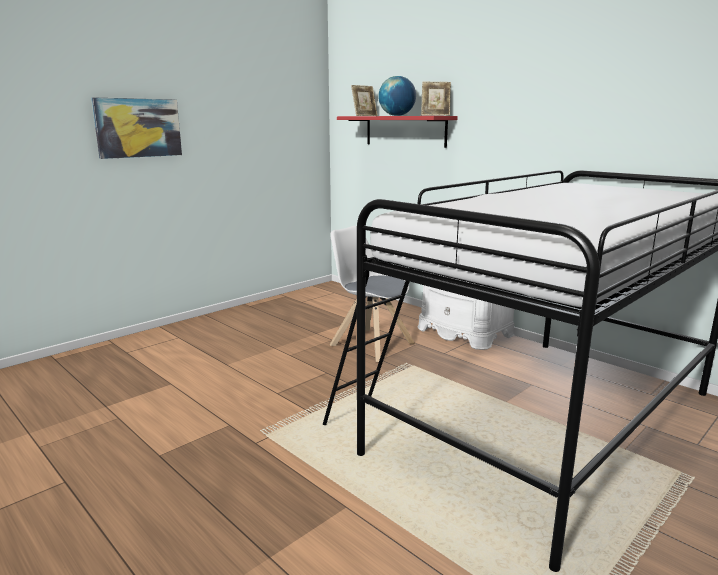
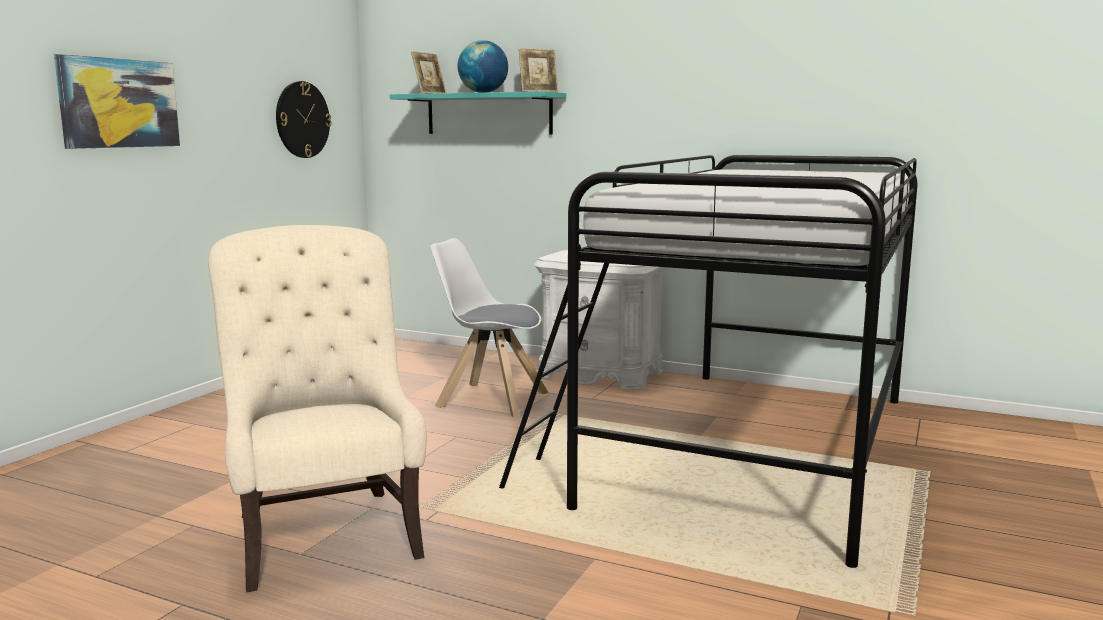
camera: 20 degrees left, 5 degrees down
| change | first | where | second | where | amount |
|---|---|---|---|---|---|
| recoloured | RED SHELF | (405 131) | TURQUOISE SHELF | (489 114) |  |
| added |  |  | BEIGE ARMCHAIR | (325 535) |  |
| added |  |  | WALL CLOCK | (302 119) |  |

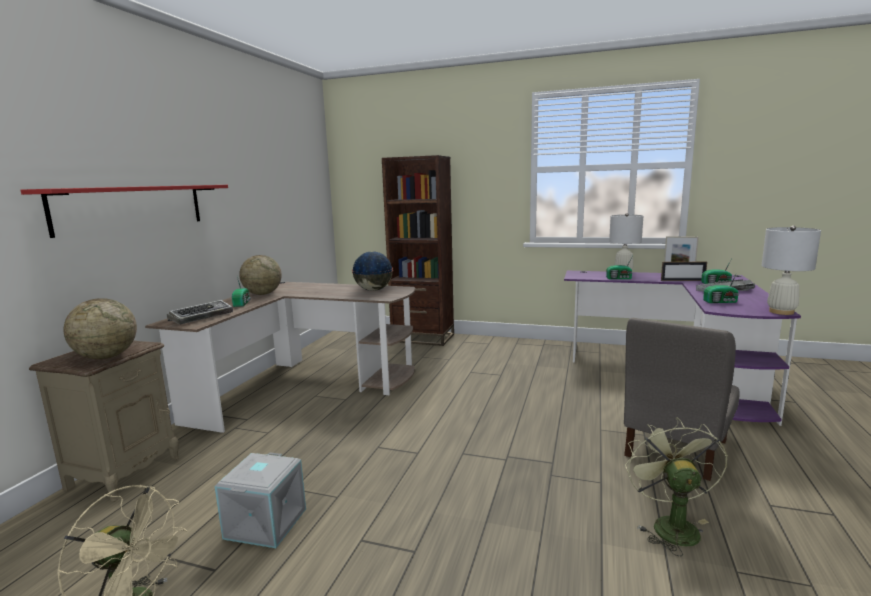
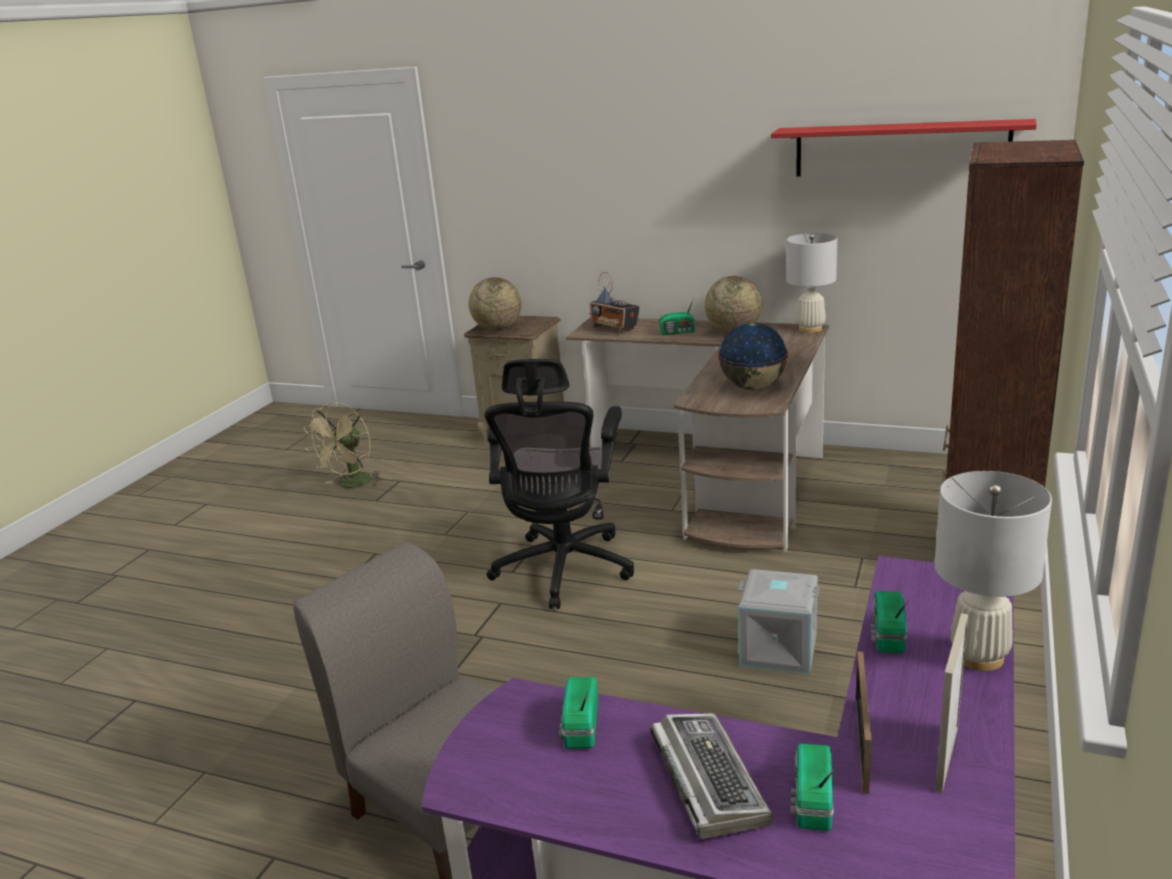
camera: 95 degrees right, 10 degrees up
| change | first | where | second | where | amount |
|---|---|---|---|---|---|
| moved | RED SHELF | (132 207) |  | (900 149) |  |
| replaced | KEYBOARD | (202 316) | RADIO | (615 328) |  |
| moved | GREY STORAGE BOX | (266 524) |  | (777 650) |  |
| removed | GREEN FAN | (670 525) |  |  |  |
| moved | WHITE TABLE LAMP | (781 312) |  | (810 329) |  |
| added |  |  | OFFICE CHAIR | (564 569) |  |

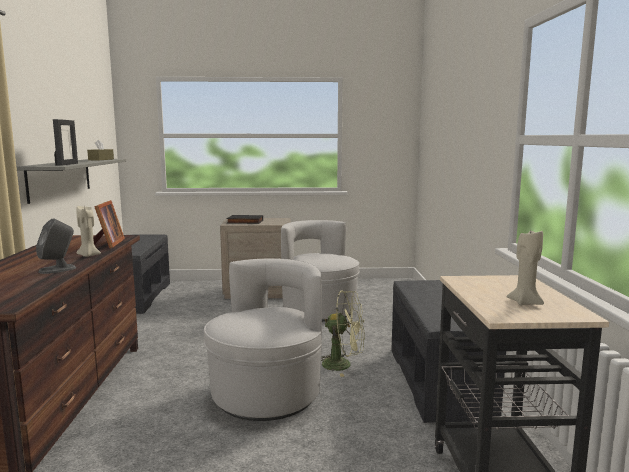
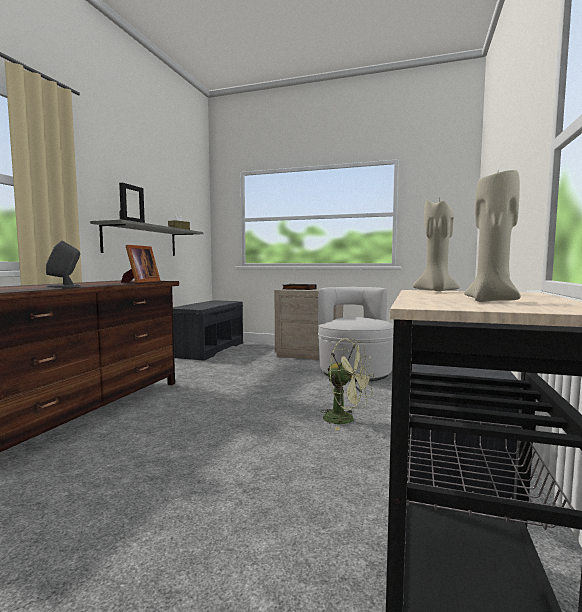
camera: 20 degrees right, 5 degrees down
| change | first | where | second | where | amount |
|---|---|---|---|---|---|
| moved | BEIGE CANDLE | (88 255) |  | (436 291) |  |
| removed | WHITE ARMCHAIR | (265 395) |  |  |  |

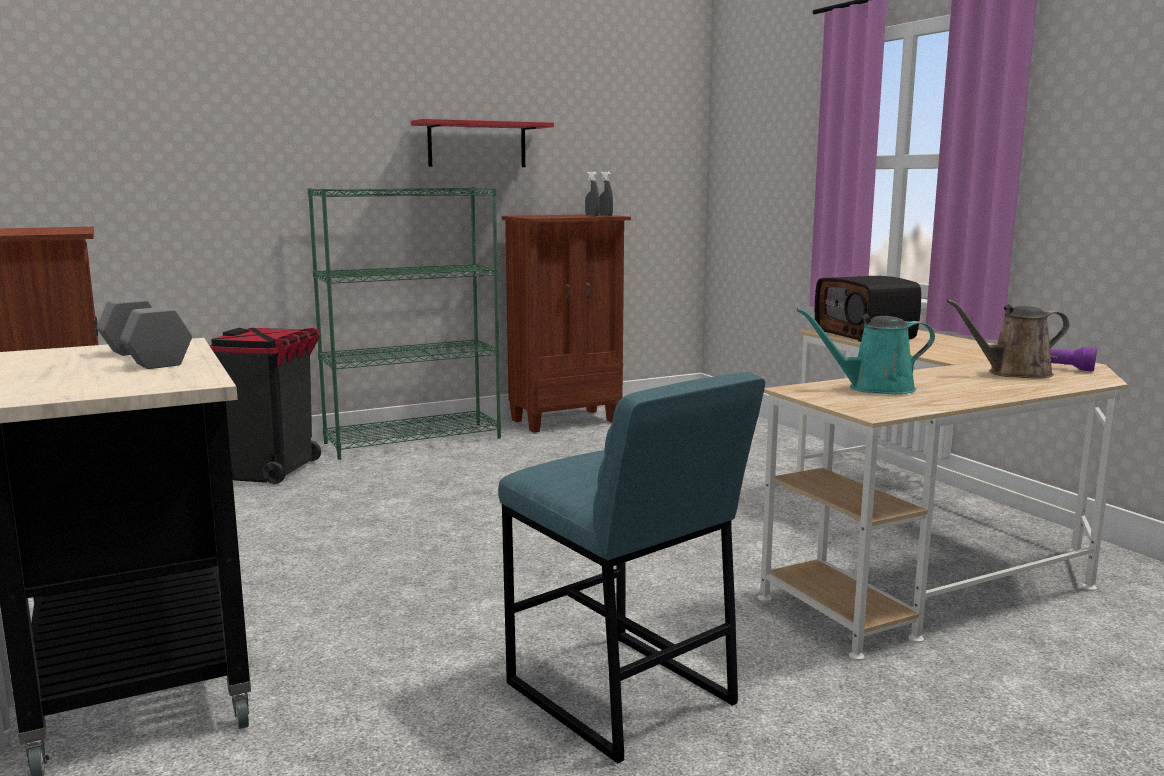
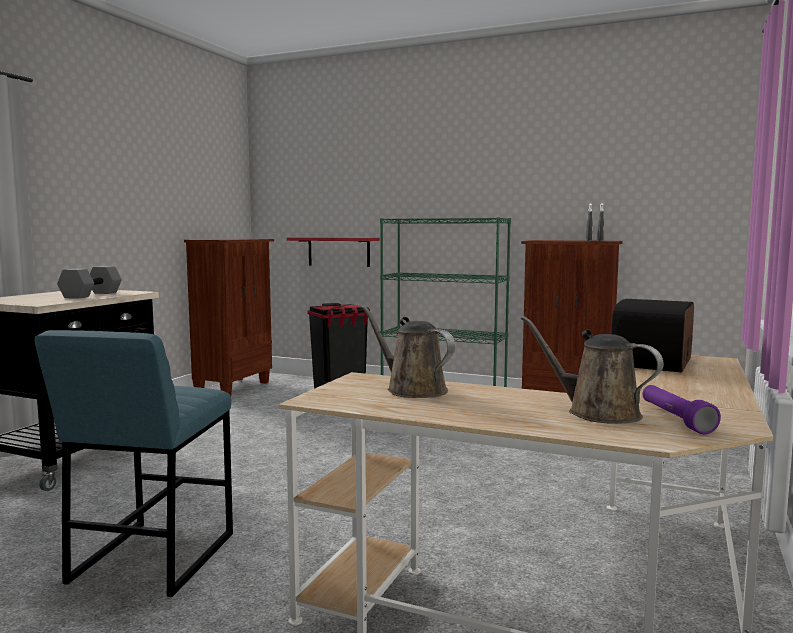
camera: 50 degrees right, 5 degrees down
| change | first | where | second | where | amount |
|---|---|---|---|---|---|
| moved | RED SHELF | (477 144) |  | (338 251) |  |
| recoloured | TURQUOISE WATERING CAN | (874 388) | BROWN WATERING CAN | (412 390) |  |

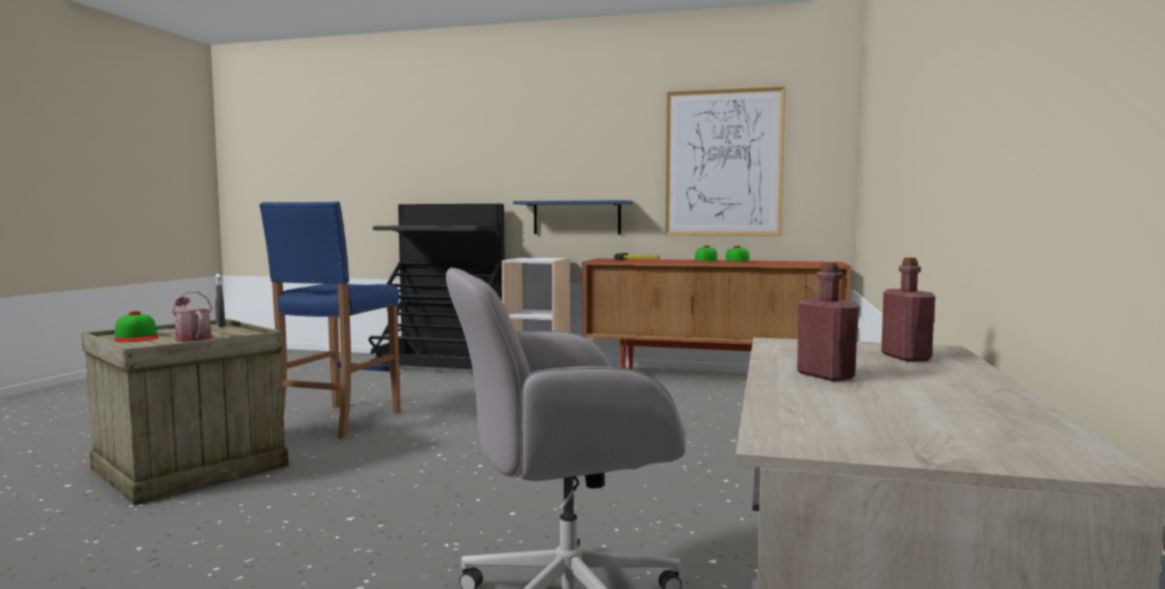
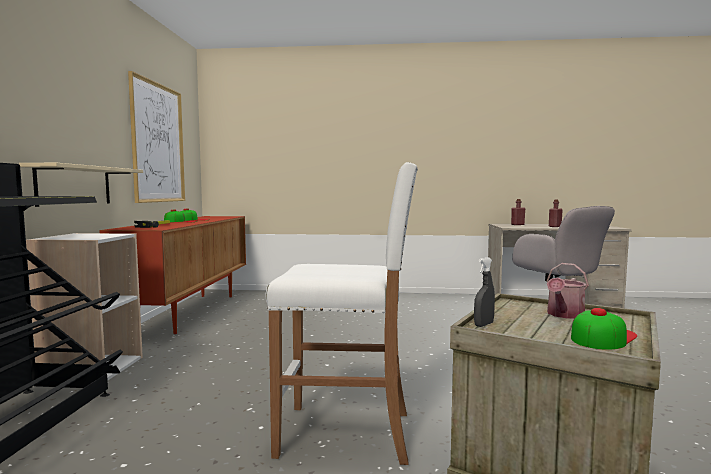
camera: 100 degrees left, 0 degrees up
| change | first | where | second | where | amount |
|---|---|---|---|---|---|
| recoloured | BLUE STOOL | (338 421) | WHITE STOOL | (347 434) |  |
| recoloured | BLUE SHELF | (576 217) | BEIGE SHELF | (74 185) |  |

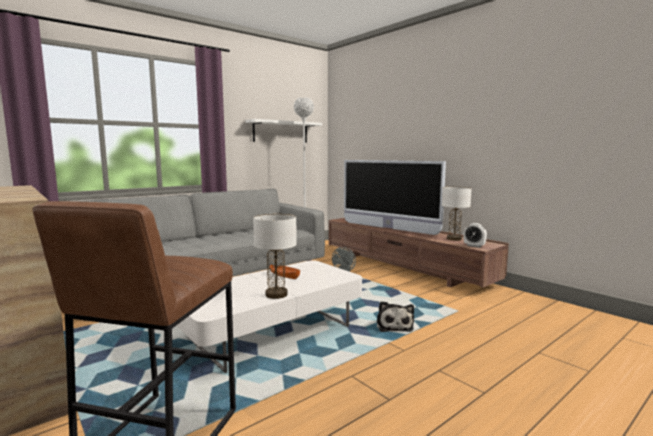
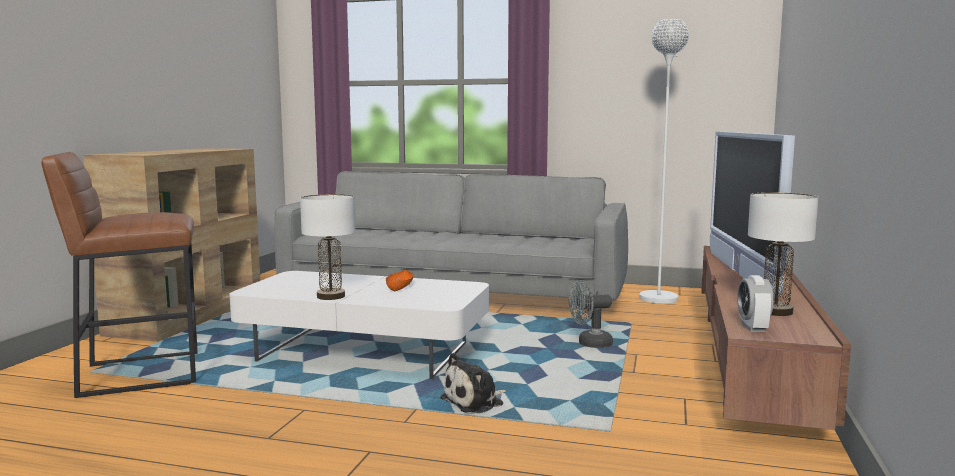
camera: 55 degrees right, 0 degrees up
| change | first | where | second | where | amount |
|---|---|---|---|---|---|
| removed | WHITE SHELF | (280 132) |  |  |  |

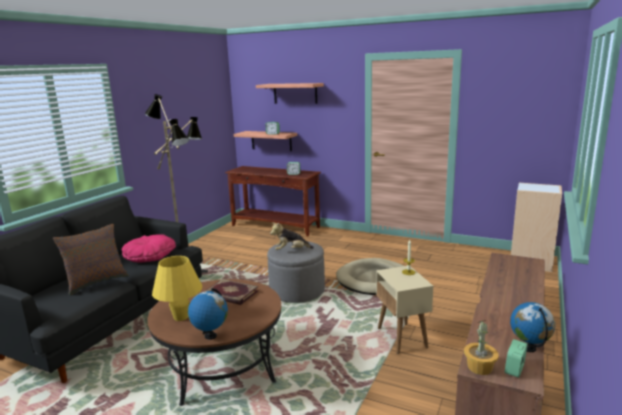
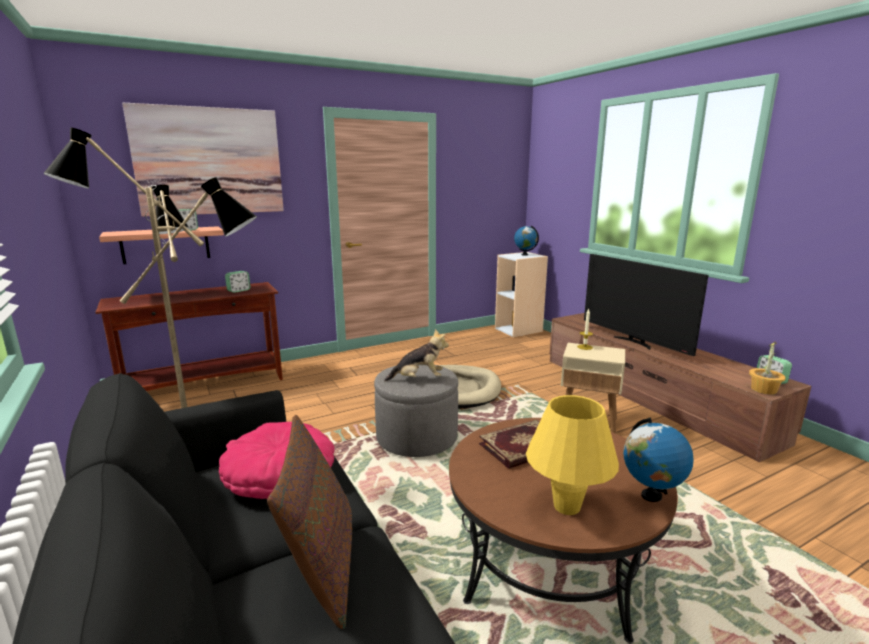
camera: 55 degrees left, 0 degrees up
| change | first | where | second | where | amount |
|---|---|---|---|---|---|
| replaced | SHELF | (295 93) | PICTURE | (209 161) |  |
| turned | PLUSH TOY | (291 251) |  | (418 379) | 120 degrees counterclockwise |
| moved | GLOBE | (529 349) |  | (524 254) |  |
| added |  |  | TELEVISION | (634 342) |  |

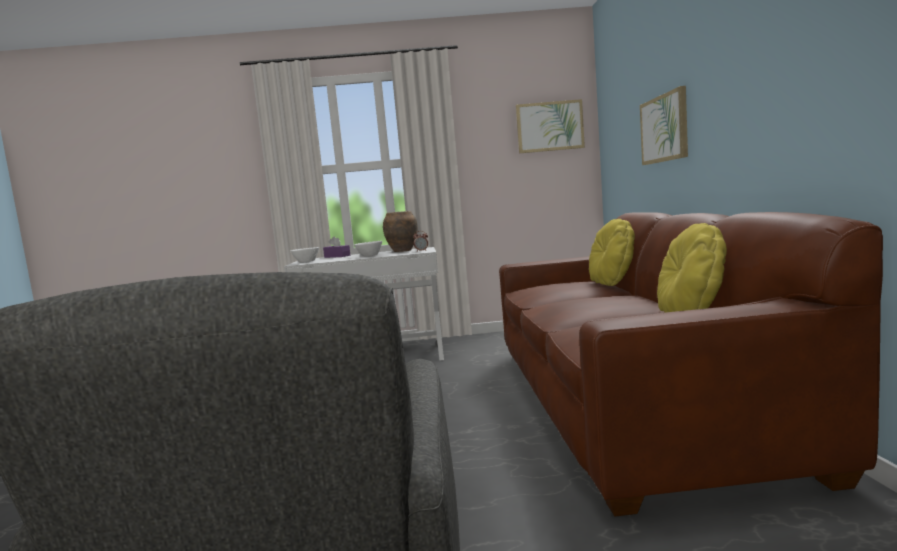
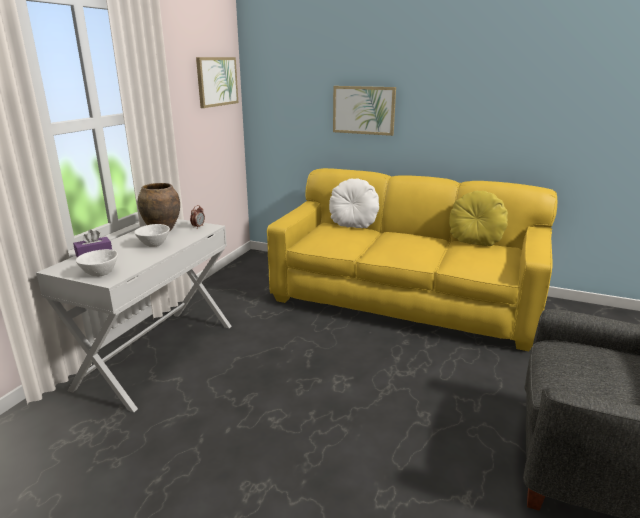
camera: 65 degrees left, 15 degrees up
| change | first | where | second | where | amount |
|---|---|---|---|---|---|
| recoloured | BROWN SOFA | (625 400) | YELLOW SOFA | (403 300) |  |
| recoloured | YELLOW PILLOW | (612 284) | WHITE PILLOW | (353 226) |  |

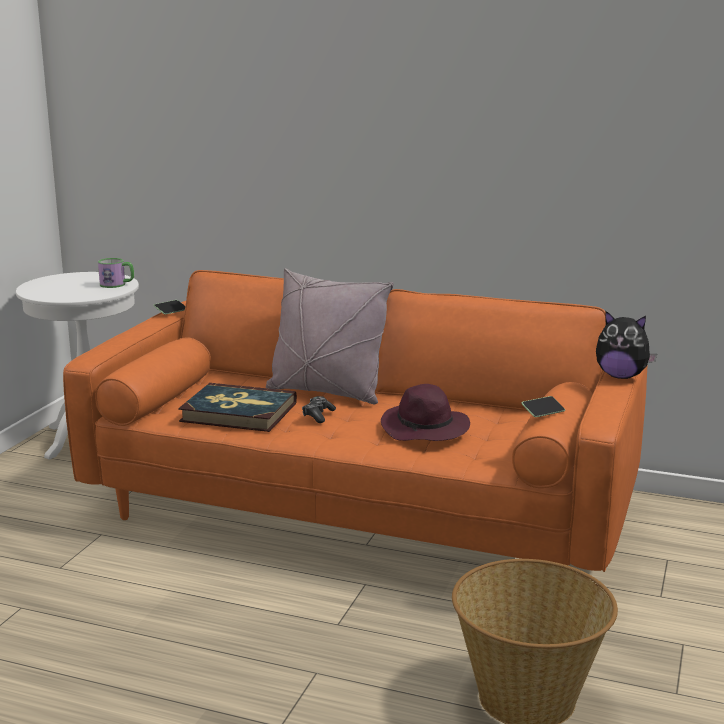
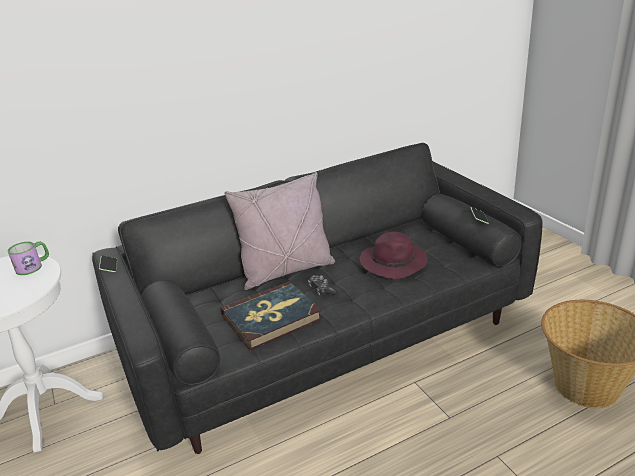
camera: 45 degrees left, 10 degrees up
| change | first | where | second | where | amount |
|---|---|---|---|---|---|
| recoloured | ORANGE SOFA | (362 508) | BLACK SOFA | (325 337) |  |
| removed | PLUSH TOY | (621 376) |  |  |  |

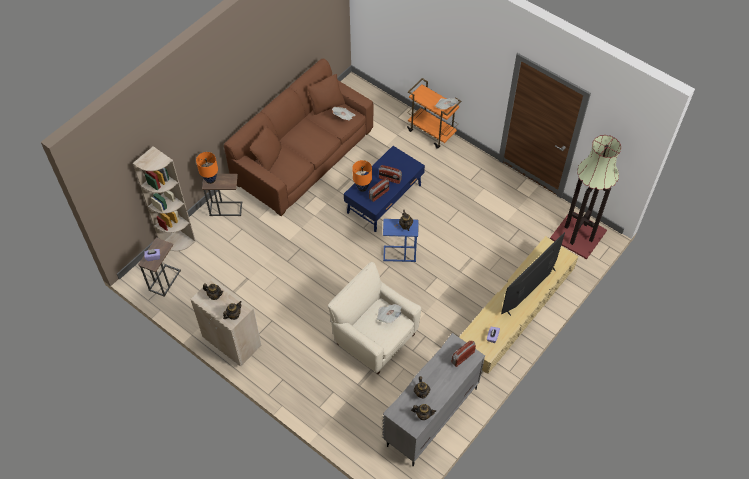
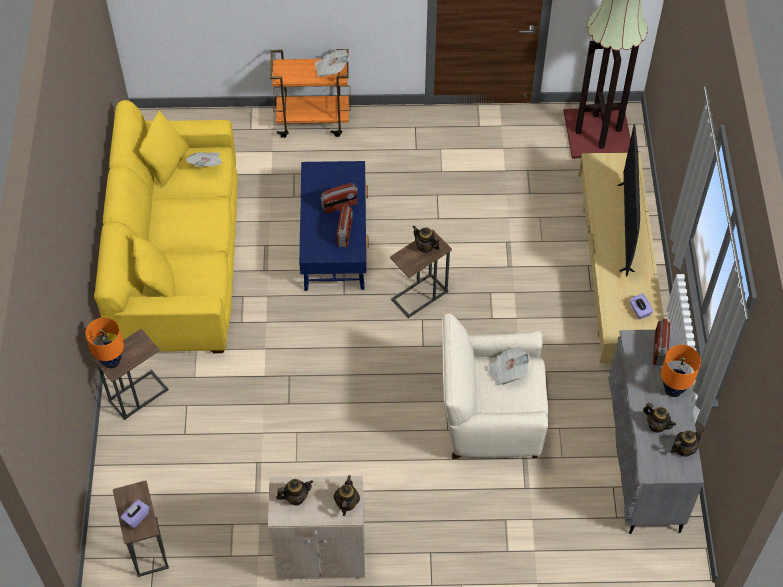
camera: 40 degrees left, 0 degrees up
| change | first | where | second | where | amount |
|---|---|---|---|---|---|
| removed | BEIGE BOOKCASE | (178 243) |  |  |  |
| recoloured | BROWN SOFA | (304 157) | YELLOW SOFA | (178 257) |  |
| moved | ORANGE TABLE LAMP | (362 187) |  | (673 389) |  |
| recoloured | BLUE SIDE TABLE | (400 254) | BROWN SIDE TABLE | (419 295) |  |

